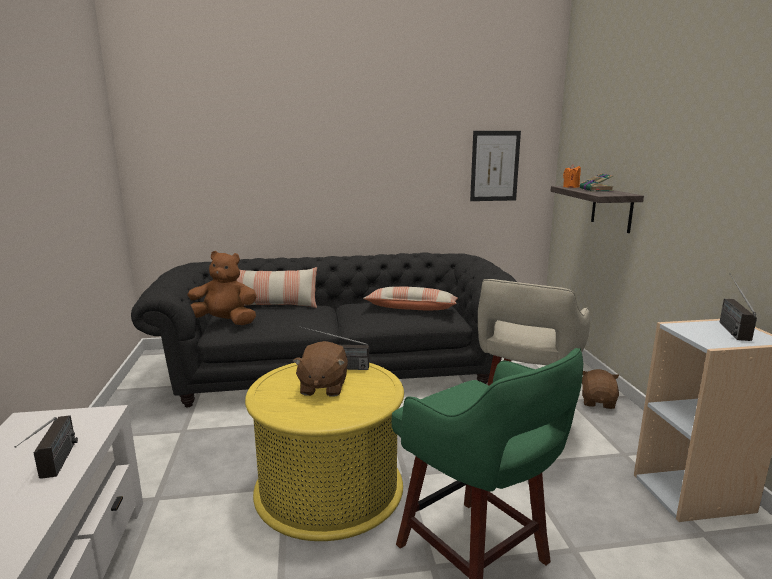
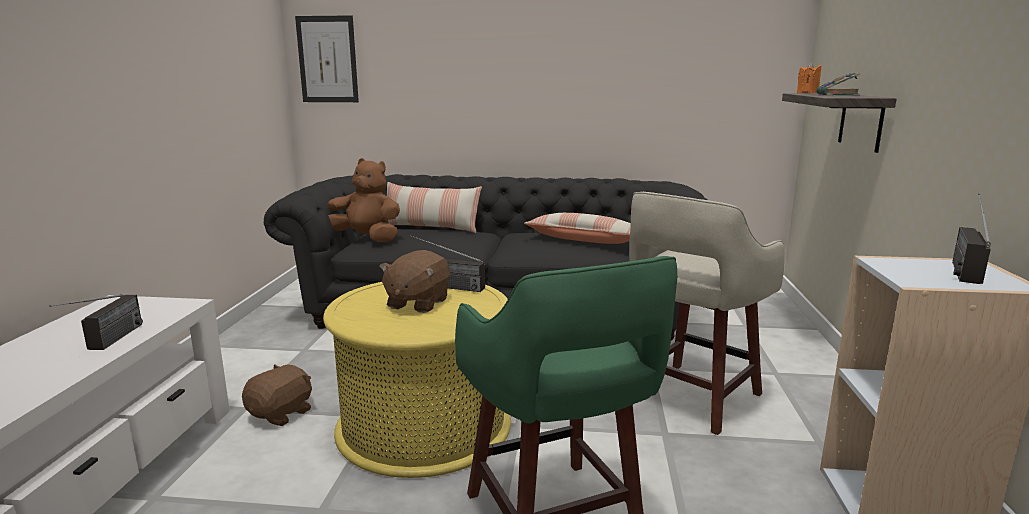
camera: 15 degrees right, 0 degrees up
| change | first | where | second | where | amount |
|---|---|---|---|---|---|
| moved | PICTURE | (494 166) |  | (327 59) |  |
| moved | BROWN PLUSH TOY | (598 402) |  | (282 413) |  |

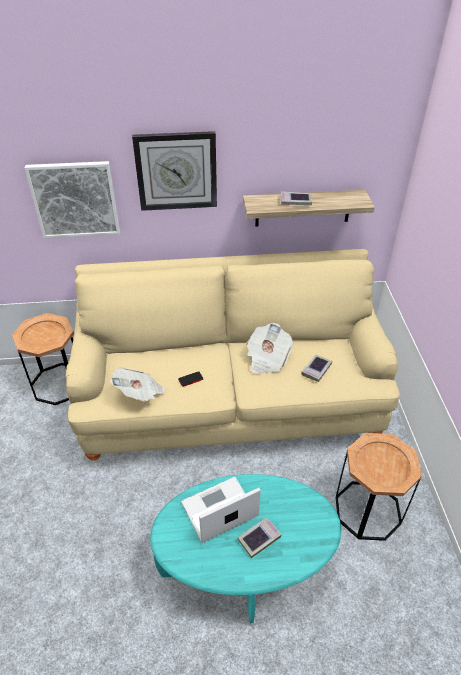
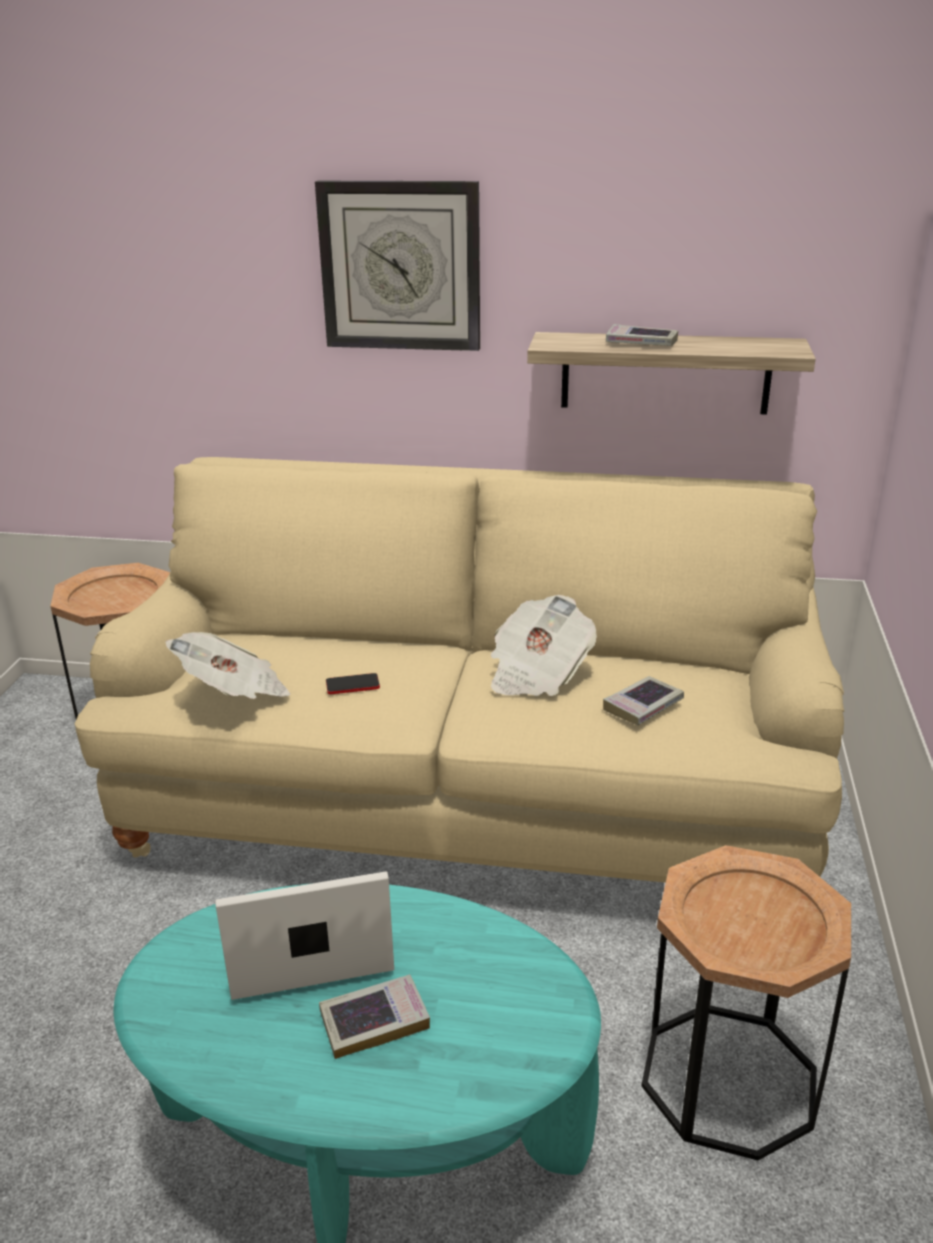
camera: 15 degrees right, 15 degrees down
| change | first | where | second | where | amount |
|---|---|---|---|---|---|
| removed | PICTURE | (75 199) |  |  |  |

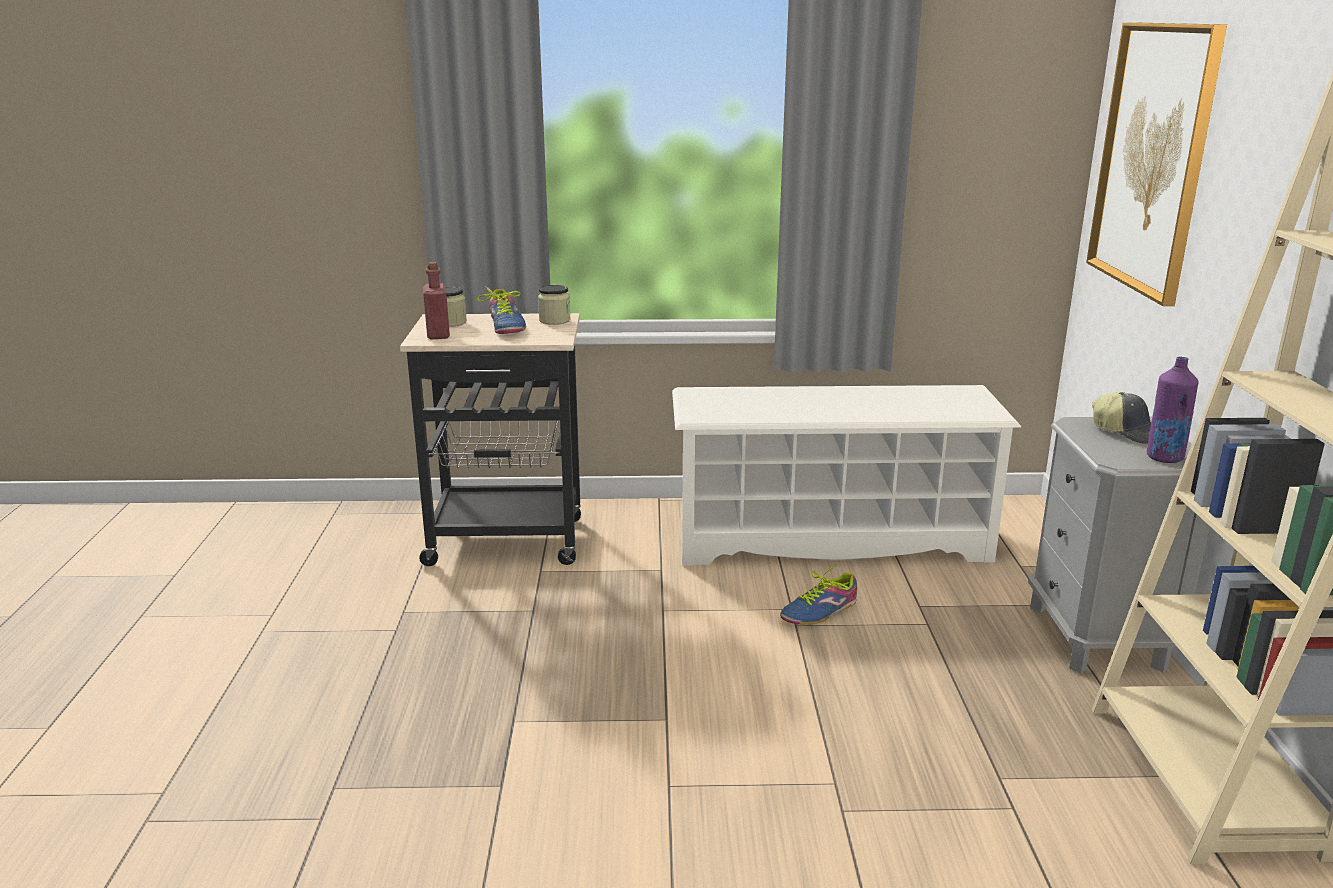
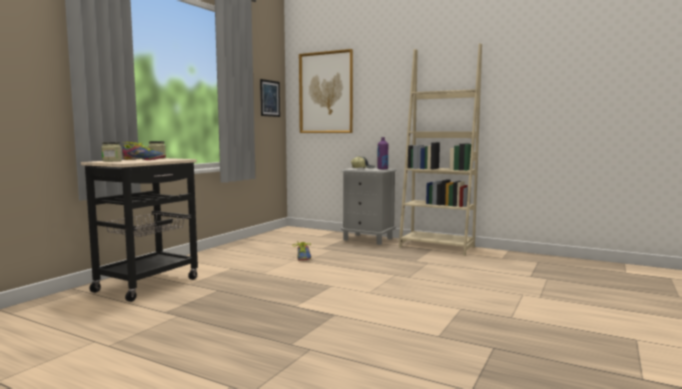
camera: 60 degrees left, 15 degrees down
| change | first | where | second | where | amount |
|---|---|---|---|---|---|
| removed | RED BOTTLE | (438 335) |  |  |  |
| removed | WHITE SHOE RACK | (830 539) |  |  |  |
| added |  |  | PICTURE | (270 98) |  |

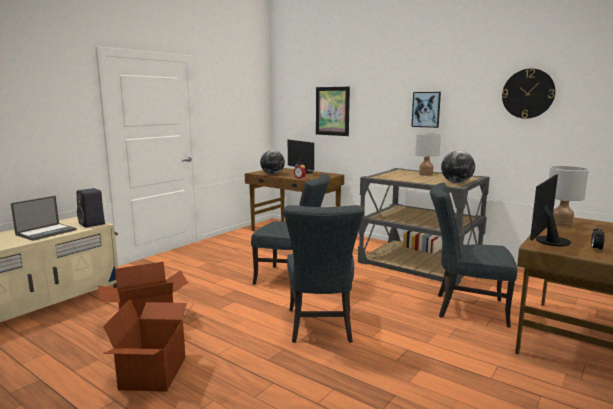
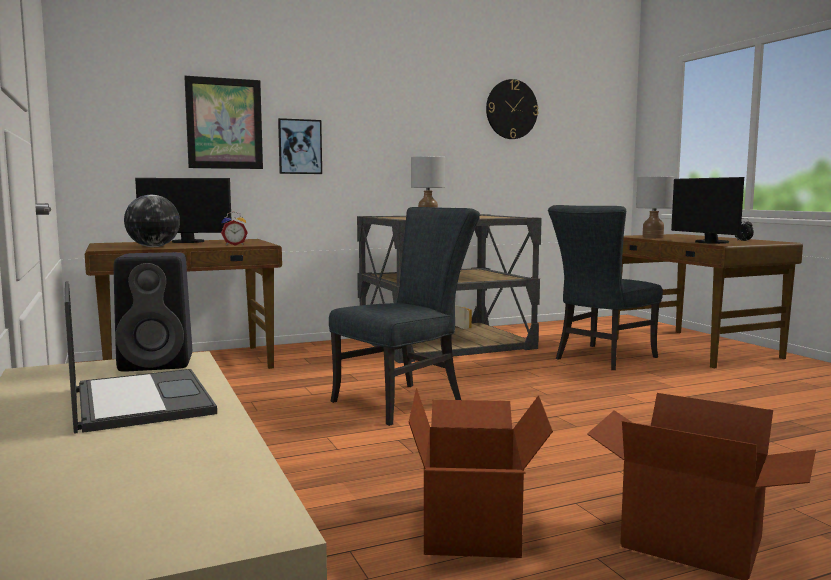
camera: 60 degrees left, 5 degrees down
| change | first | where | second | where | amount |
|---|---|---|---|---|---|
| removed | GREY CHAIR | (321 327) |  |  |  |
| moved | PICTURE | (426 109) |  | (300 146) |  |
| removed | GLOBE | (457 182) |  |  |  |

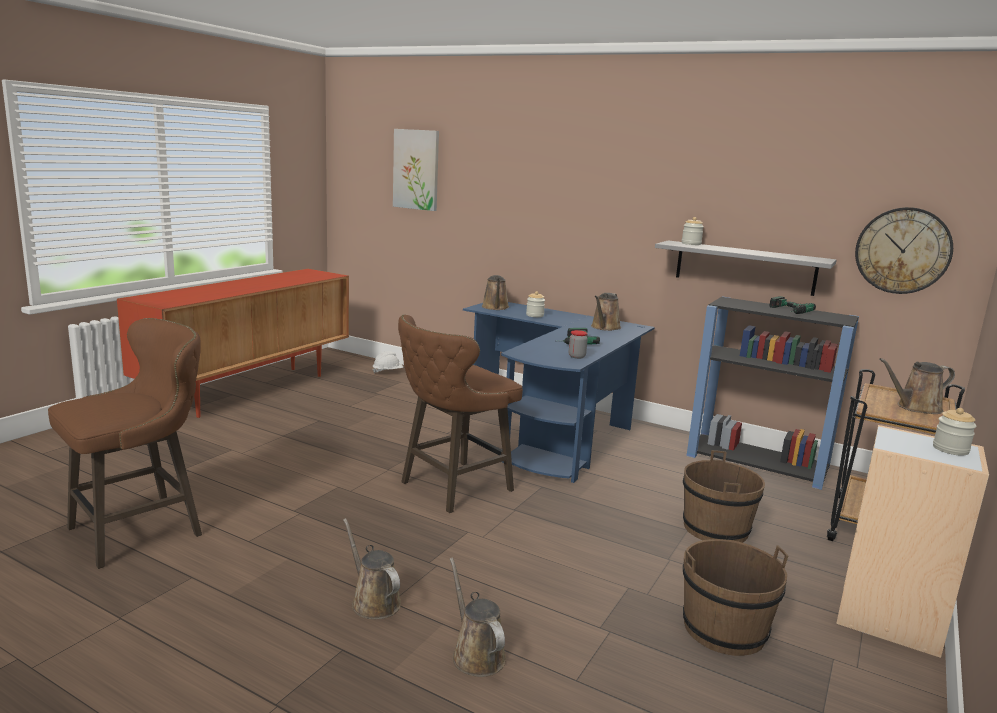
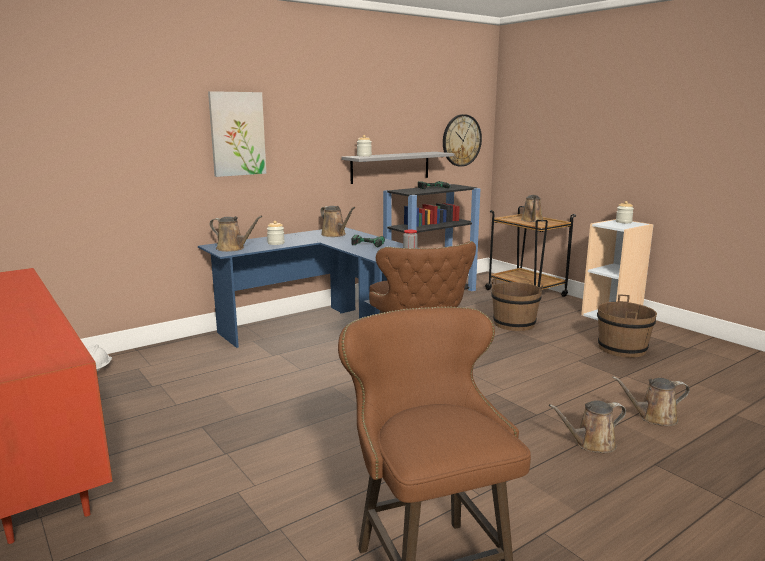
camera: 65 degrees left, 0 degrees up
| change | first | where | second | where | amount |
|---|---|---|---|---|---|
| moved | PICTURE | (416 169) |  | (237 134) |  |

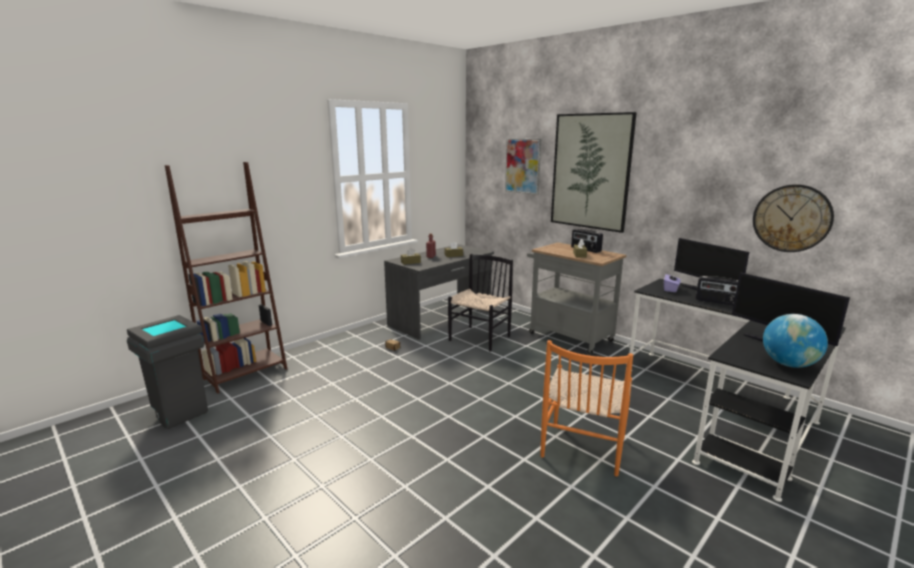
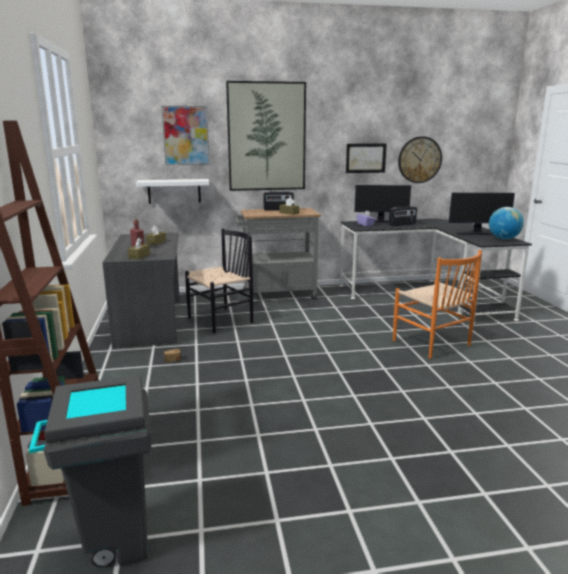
camera: 55 degrees left, 0 degrees up
| change | first | where | second | where | amount |
|---|---|---|---|---|---|
| turned | BLACK CHAIR | (481 337) |  | (223 320) | 75 degrees clockwise |
| added |  |  | WHITE SHELF | (174 191) |  |
| added |  |  | PICTURE | (365 158) |  |

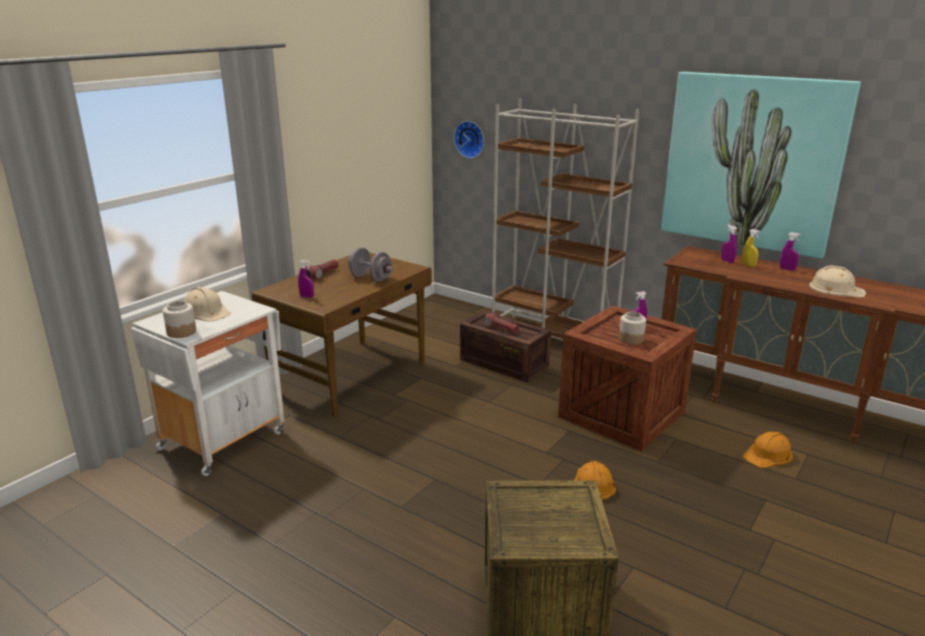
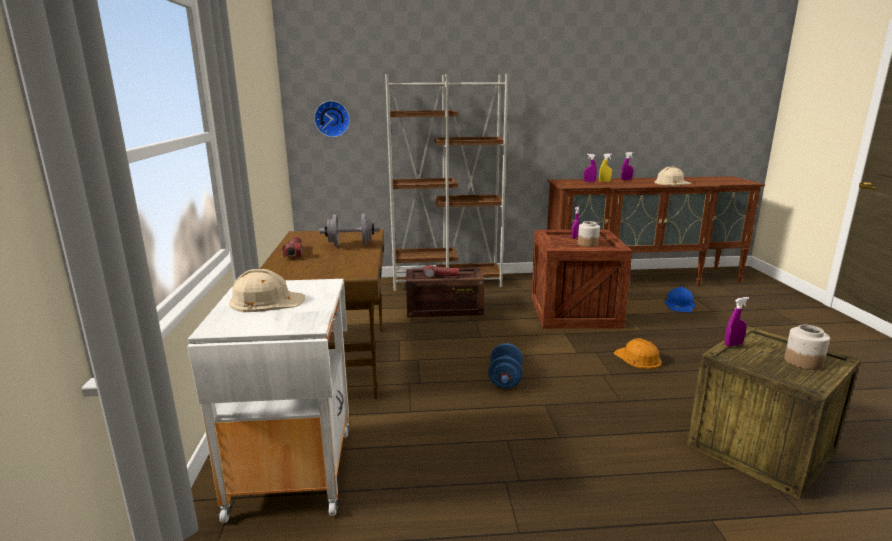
camera: 40 degrees left, 5 degrees down
| change | first | where | second | where | amount |
|---|---|---|---|---|---|
| moved | JAR | (181 332) |  | (802 362) |  |
| moved | PURPLE SPRAY BOTTLE | (307 296) |  | (733 344) |  |
| removed | PICTURE | (752 162) |  |  |  |
| recoloured | ORANGE HARD HAT | (768 455) | BLUE HARD HAT | (680 304) |  |
| added |  |  | BLUE DUMBBELL | (505 379) |  |

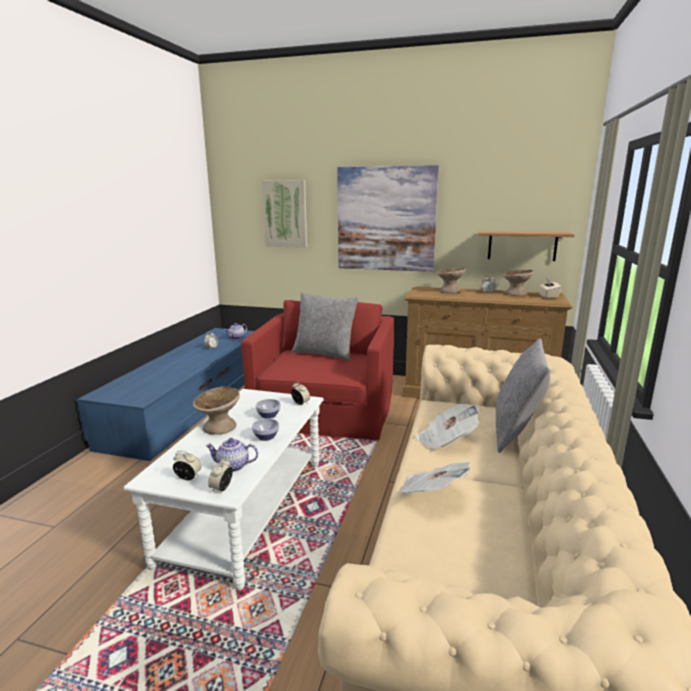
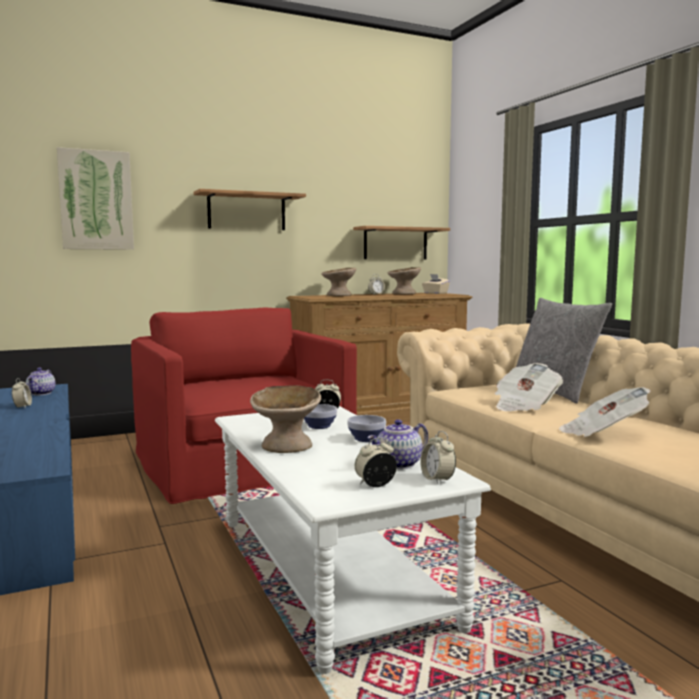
camera: 40 degrees left, 10 degrees down
| change | first | where | second | where | amount |
|---|---|---|---|---|---|
| removed | GREY PILLOW | (325 353) |  |  |  |
| replaced | PICTURE | (386 219) | SHELF | (246 211) |  |

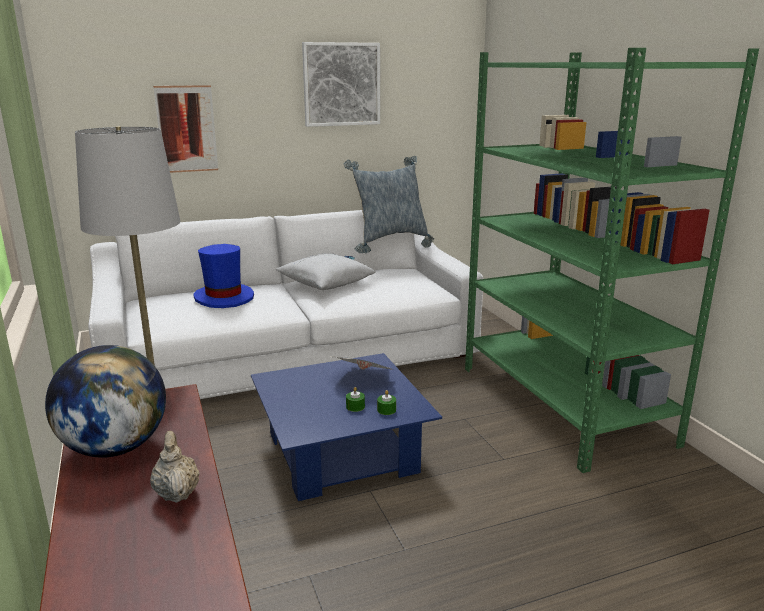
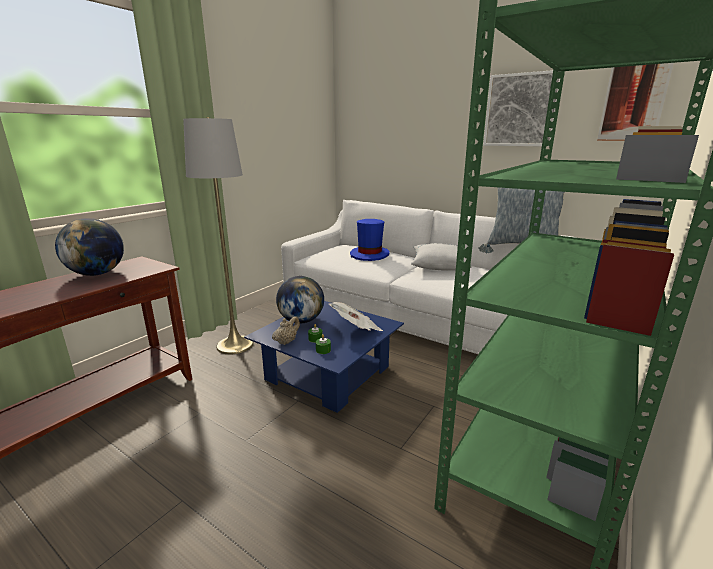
camera: 55 degrees right, 0 degrees up
| change | first | where | second | where | amount |
|---|---|---|---|---|---|
| moved | BEIGE TEAPOT | (177 492) |  | (286 341) |  |
| moved | PICTURE | (186 129) |  | (633 100) |  |
| added |  |  | GLOBE | (301 321) |  |

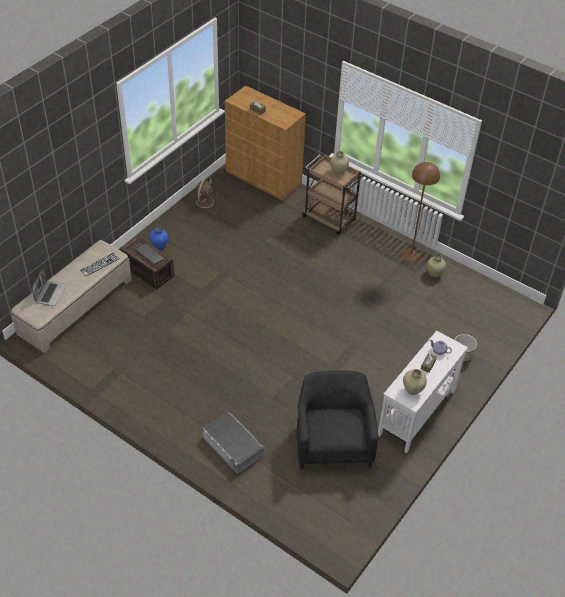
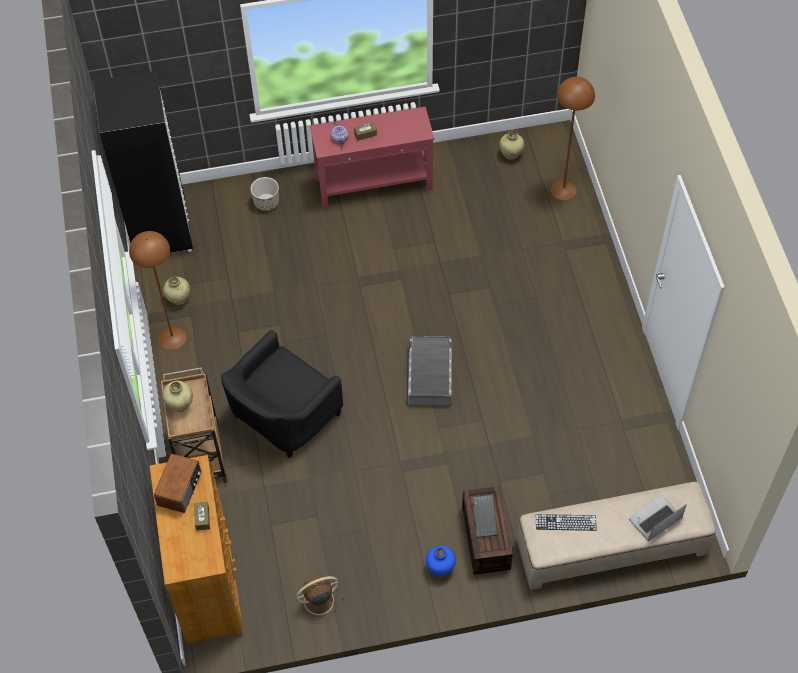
camera: 135 degrees left, 10 degrees up
| change | first | where | second | where | amount |
|---|---|---|---|---|---|
| moved | GREY STORAGE BOX | (233 446) |  | (430 375) |  |
| moved | BLACK ARMCHAIR | (333 442) |  | (283 415) |  |
| recoloured | WHITE CONSOLE TABLE | (416 412) | RED CONSOLE TABLE | (374 184) |  |
| moved | BEIGE VASE | (412 390) |  | (511 155) |  |
| added |  |  | WARDROBE | (160 232) |  |
| added |  |  | RADIO | (180 489) |  |
| added |  |  | BROWN FLOOR LAMP | (563 190) |  |

